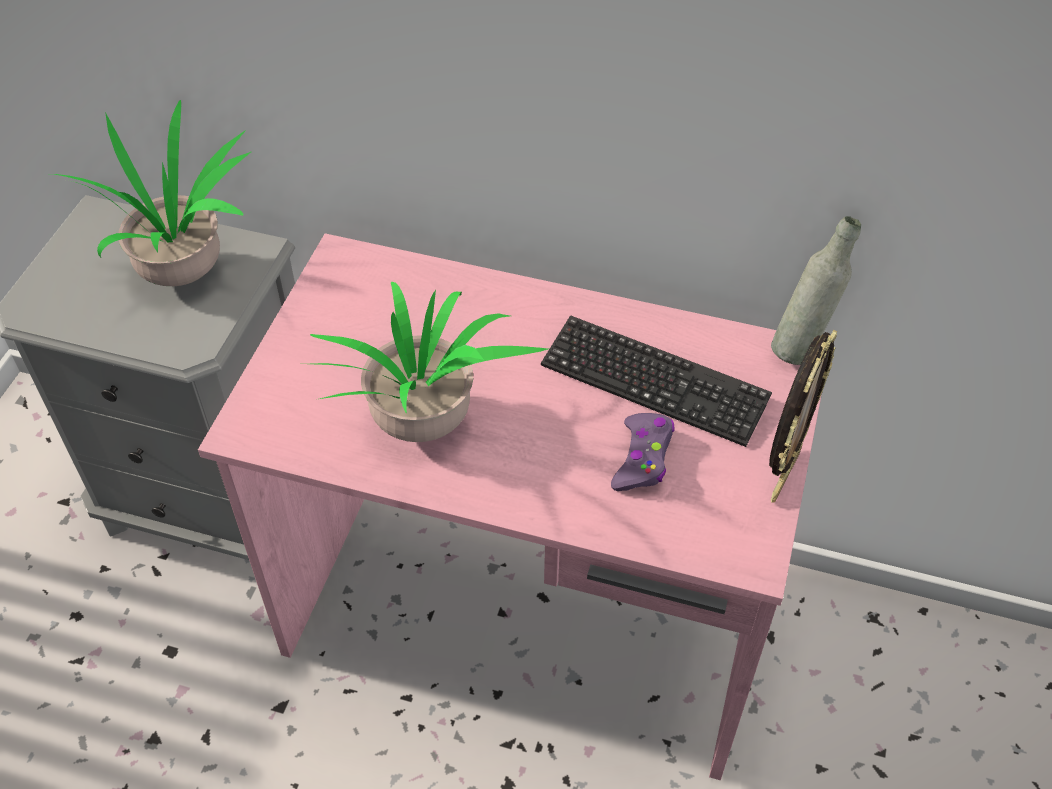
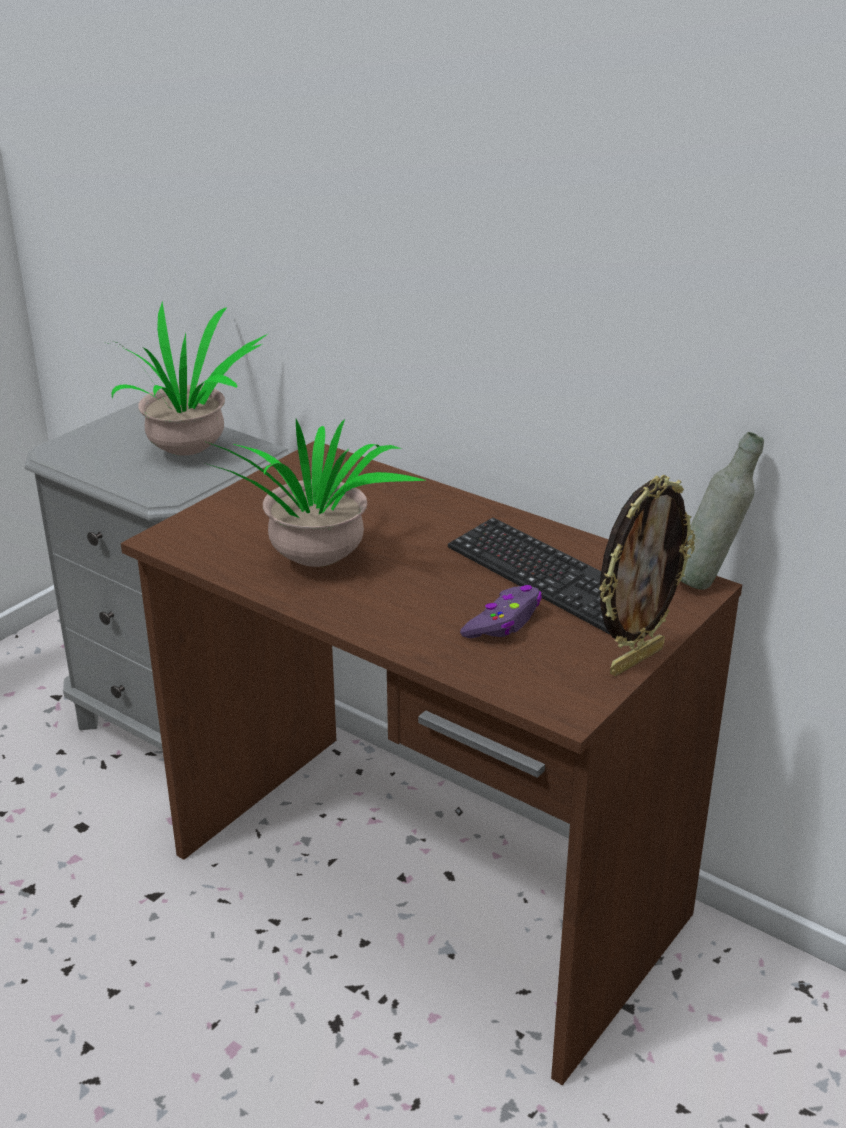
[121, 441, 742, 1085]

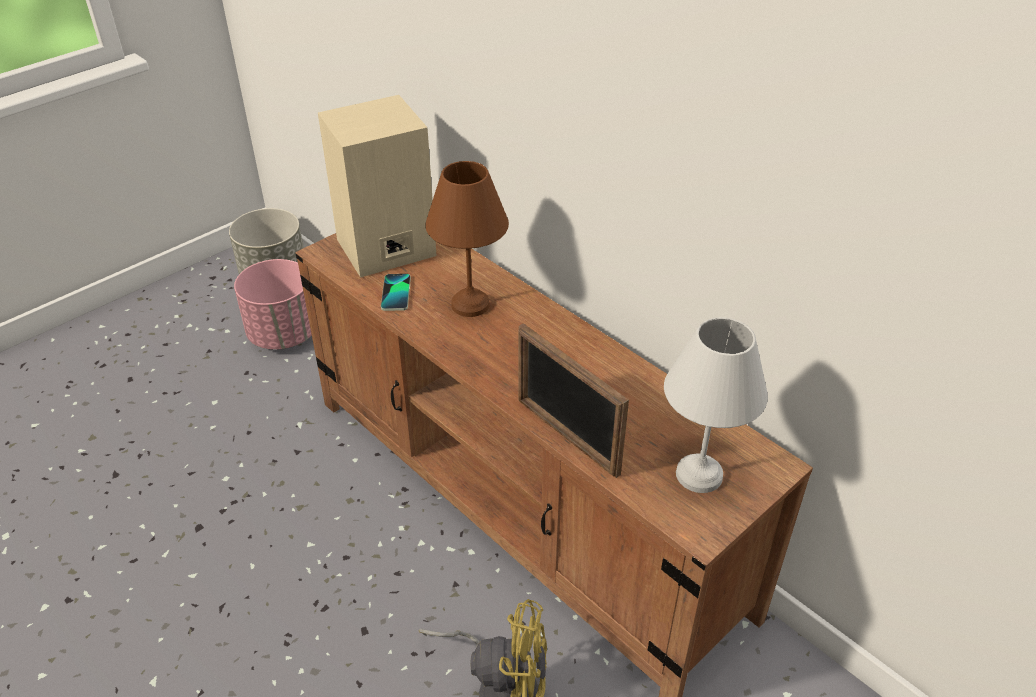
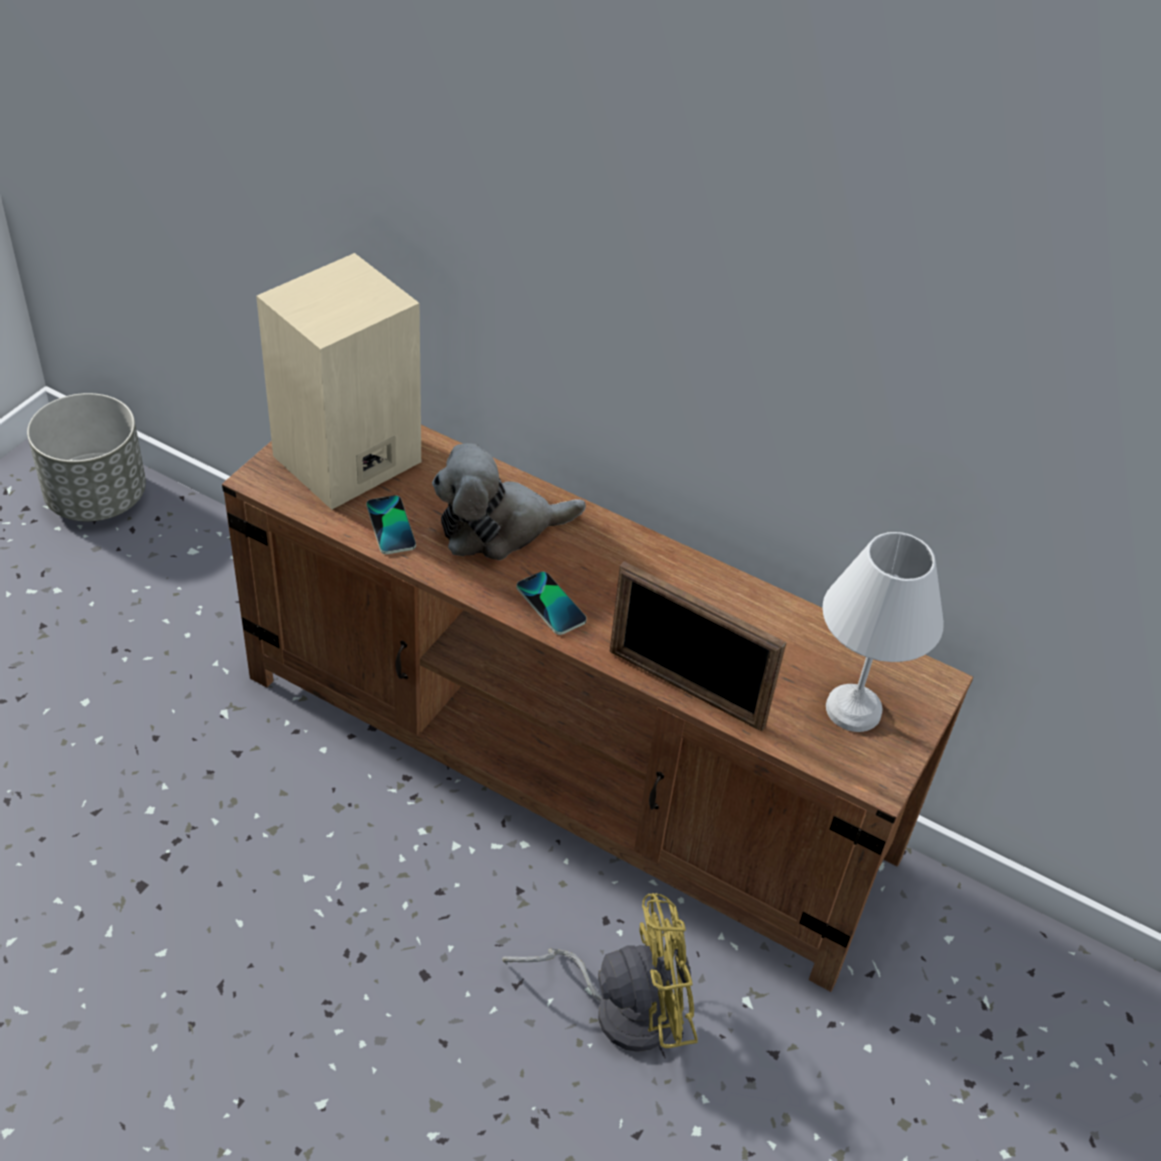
[234, 259, 312, 350] (first image)
[516, 571, 587, 635]
[432, 443, 586, 560]

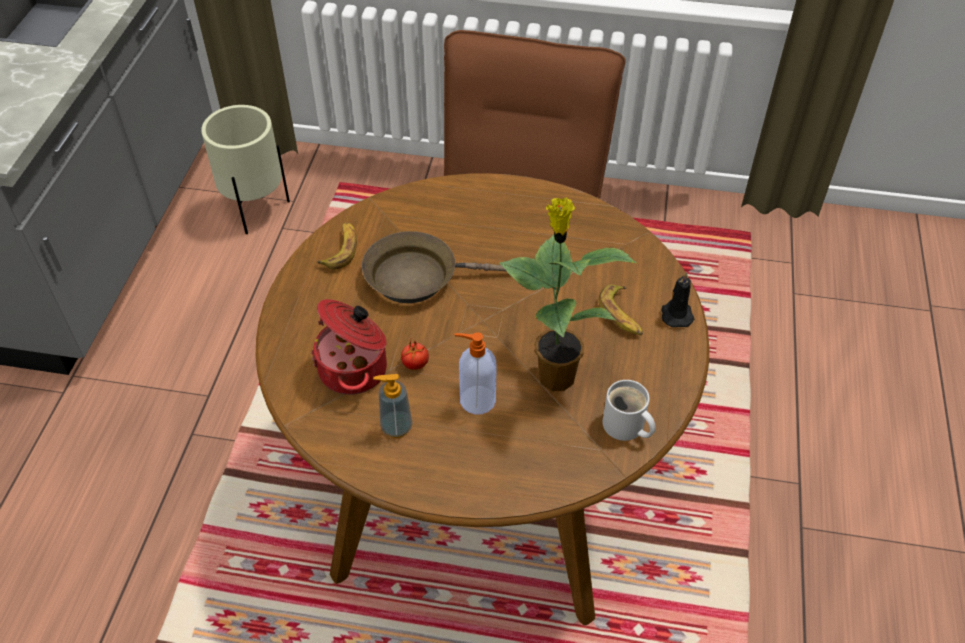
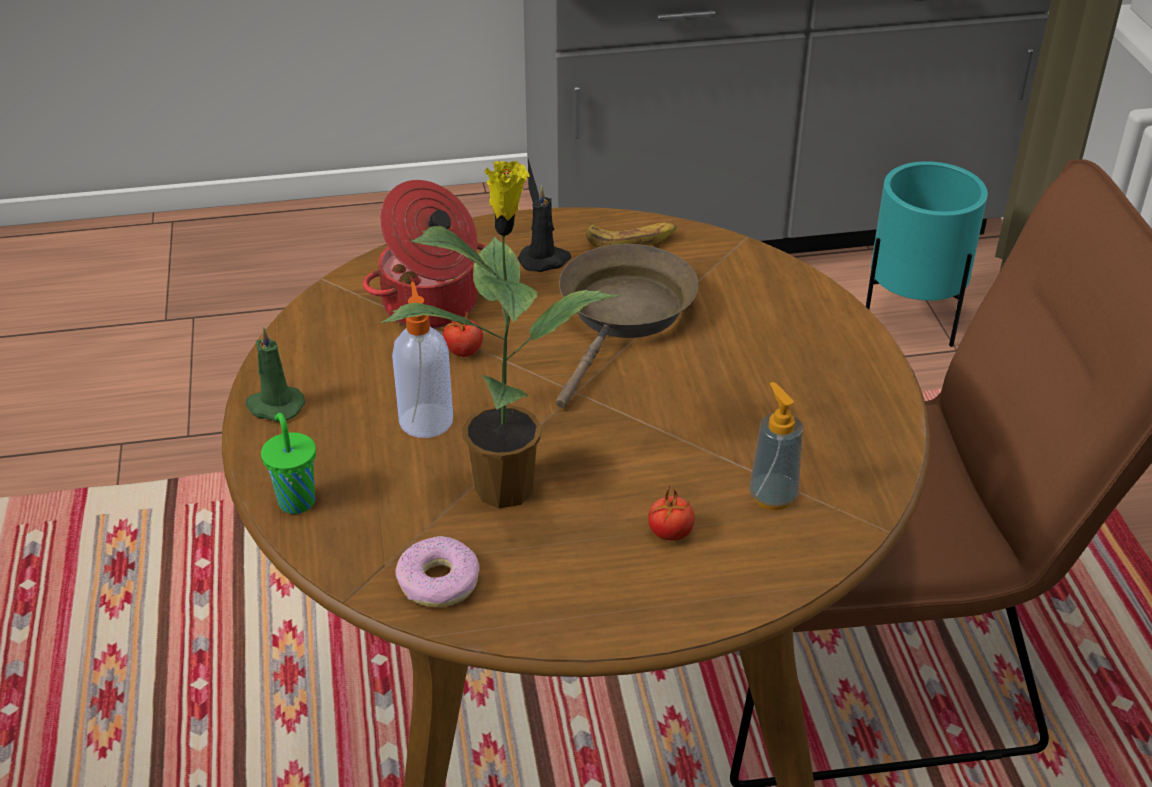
[246, 327, 306, 422]
[261, 413, 316, 514]
[749, 382, 803, 510]
[518, 186, 571, 272]
[648, 484, 695, 541]
[395, 536, 480, 607]
[866, 161, 988, 347]
[556, 244, 699, 408]

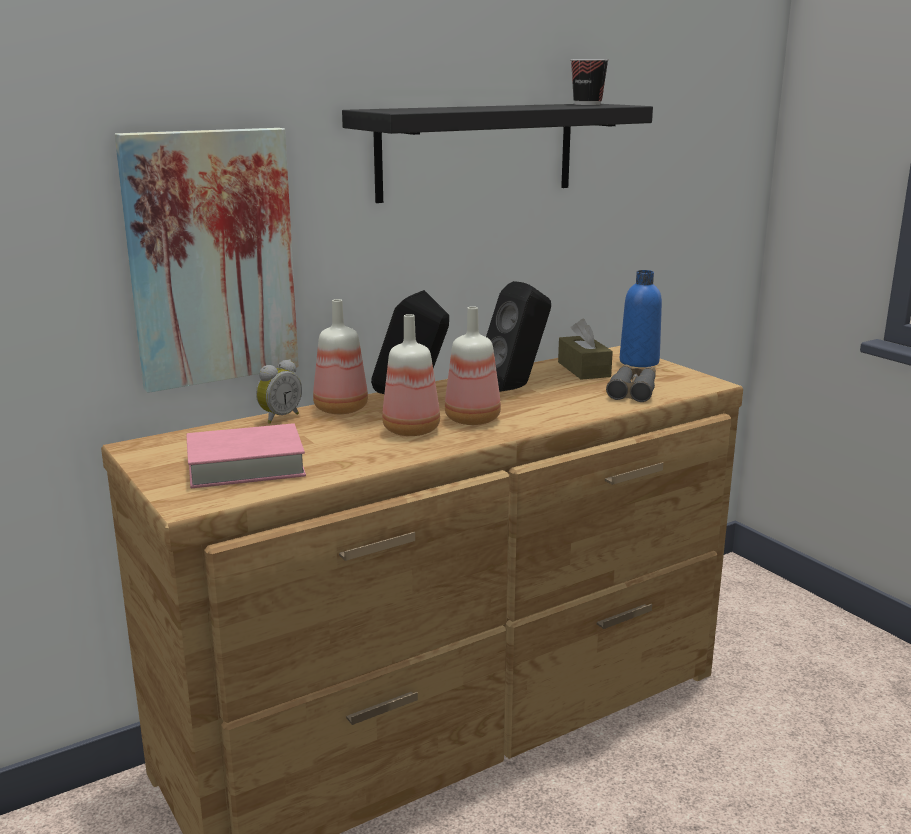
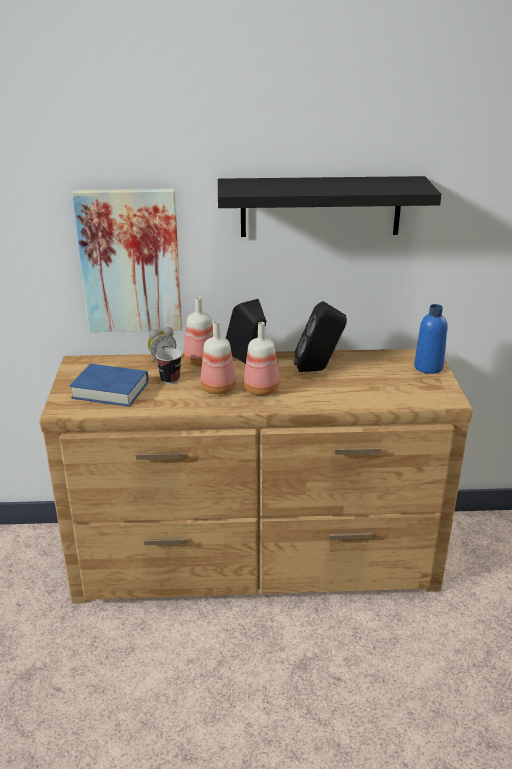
[558, 319, 613, 380] (first image)
[606, 365, 656, 402] (first image)
[155, 348, 182, 384]
[70, 364, 148, 407]

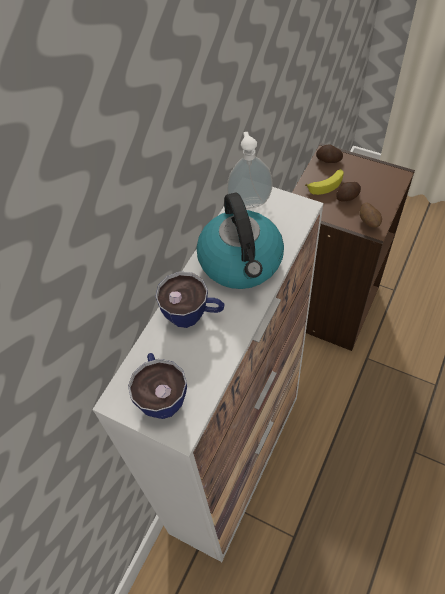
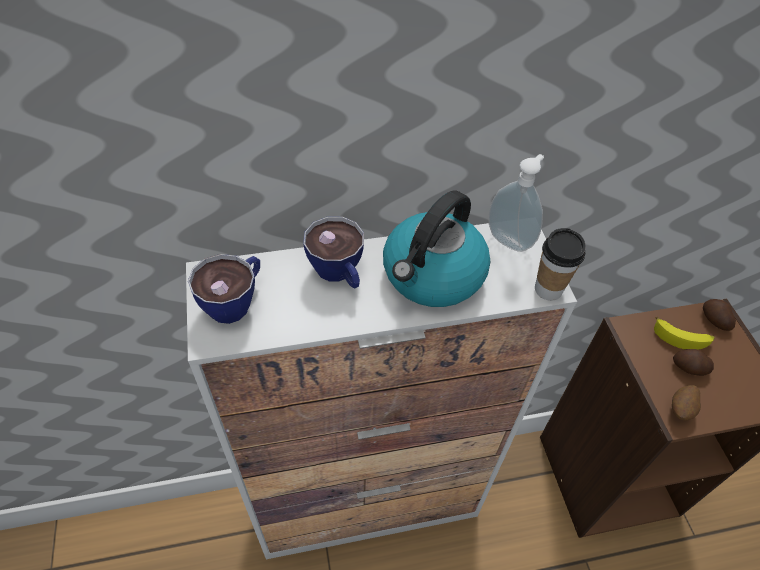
[535, 228, 585, 301]

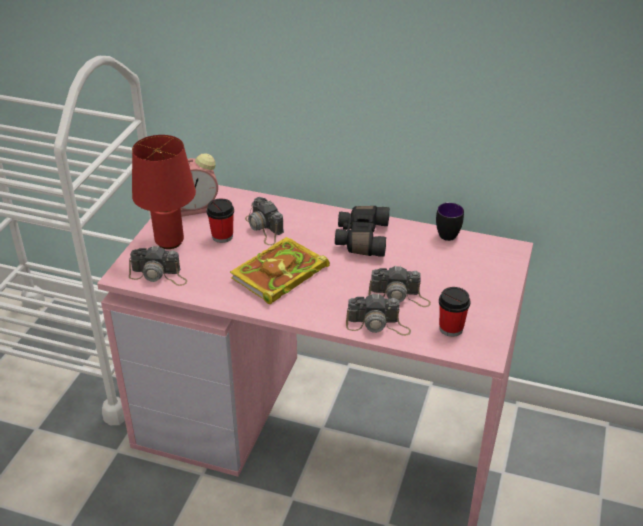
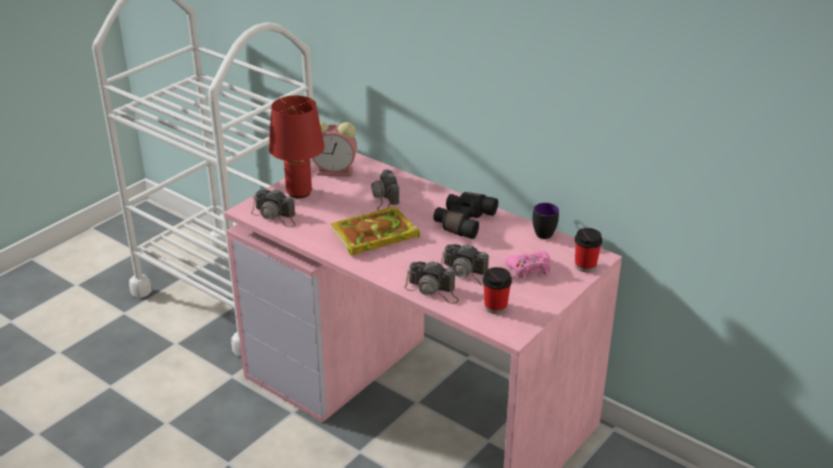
[505, 251, 551, 279]
[575, 228, 603, 272]

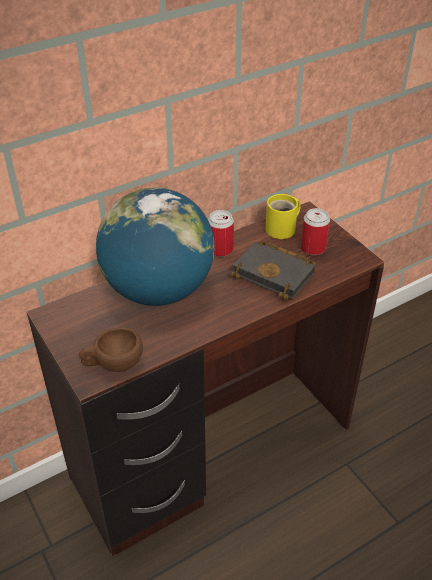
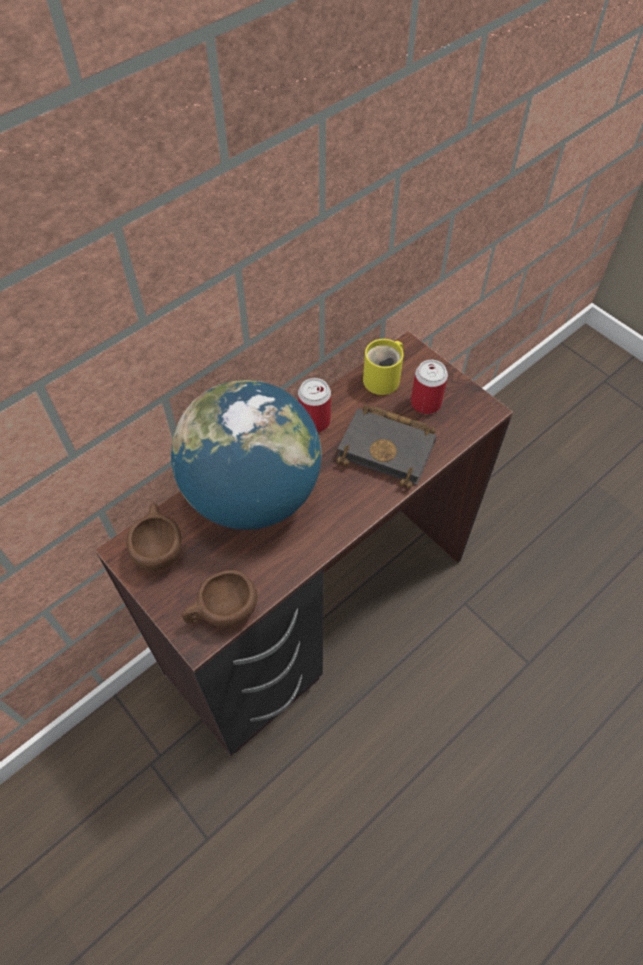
[126, 503, 181, 571]

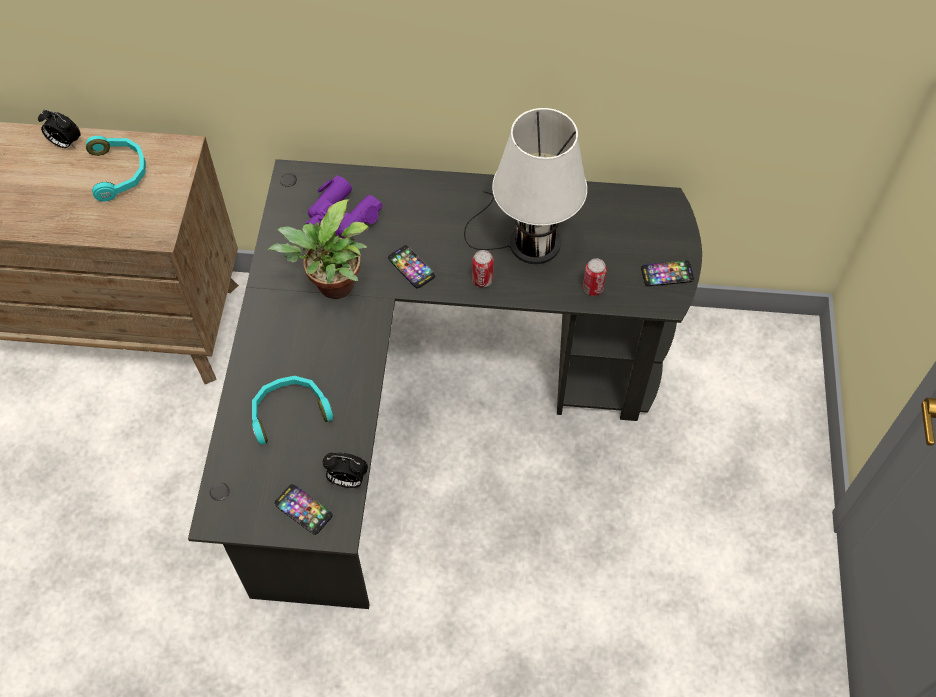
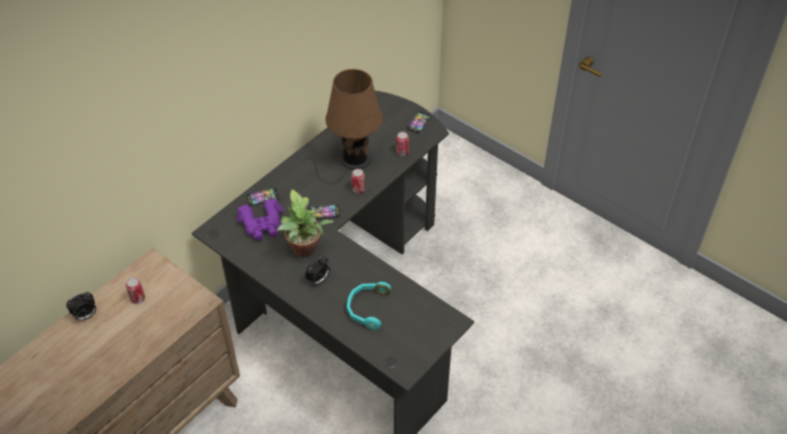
[246, 188, 279, 206]
[305, 257, 330, 286]
[126, 277, 145, 304]
[305, 69, 383, 184]

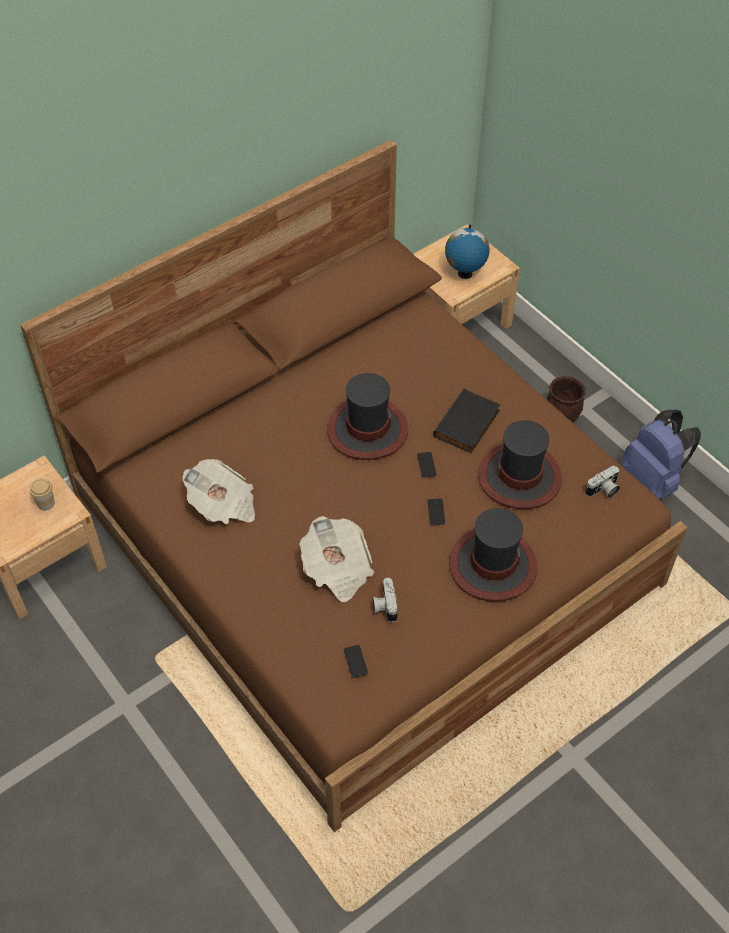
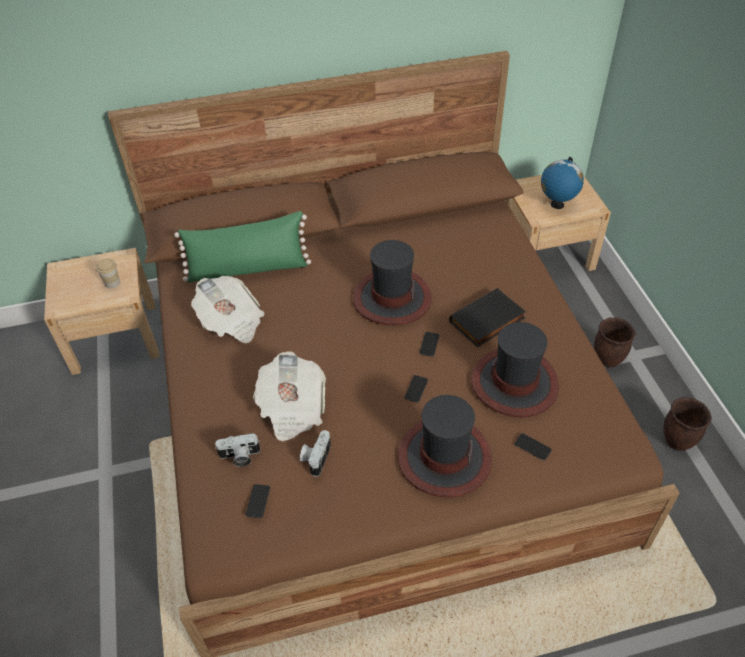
[174, 211, 311, 282]
[515, 433, 552, 460]
[215, 433, 260, 467]
[663, 397, 712, 451]

